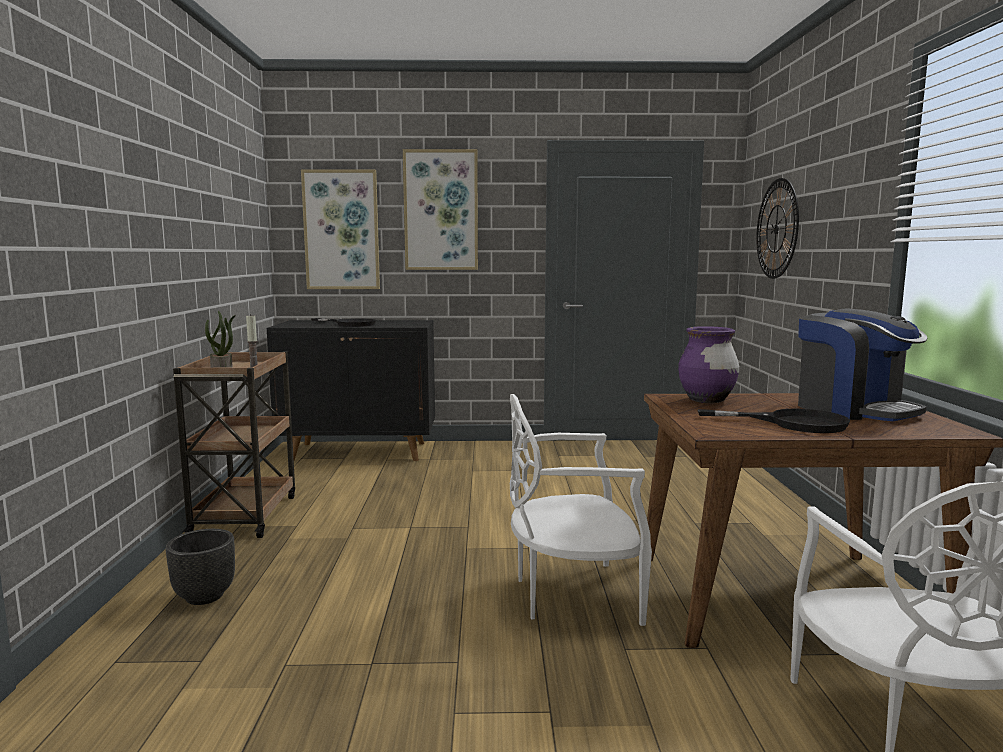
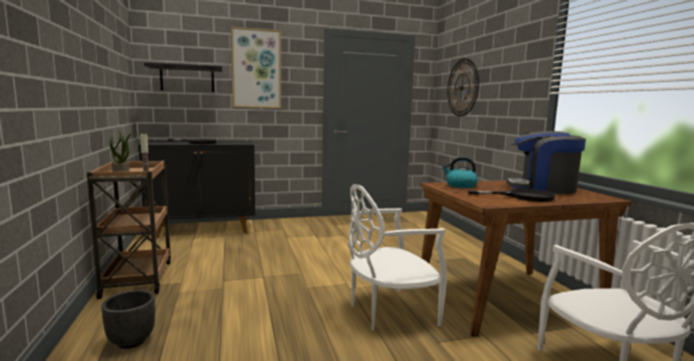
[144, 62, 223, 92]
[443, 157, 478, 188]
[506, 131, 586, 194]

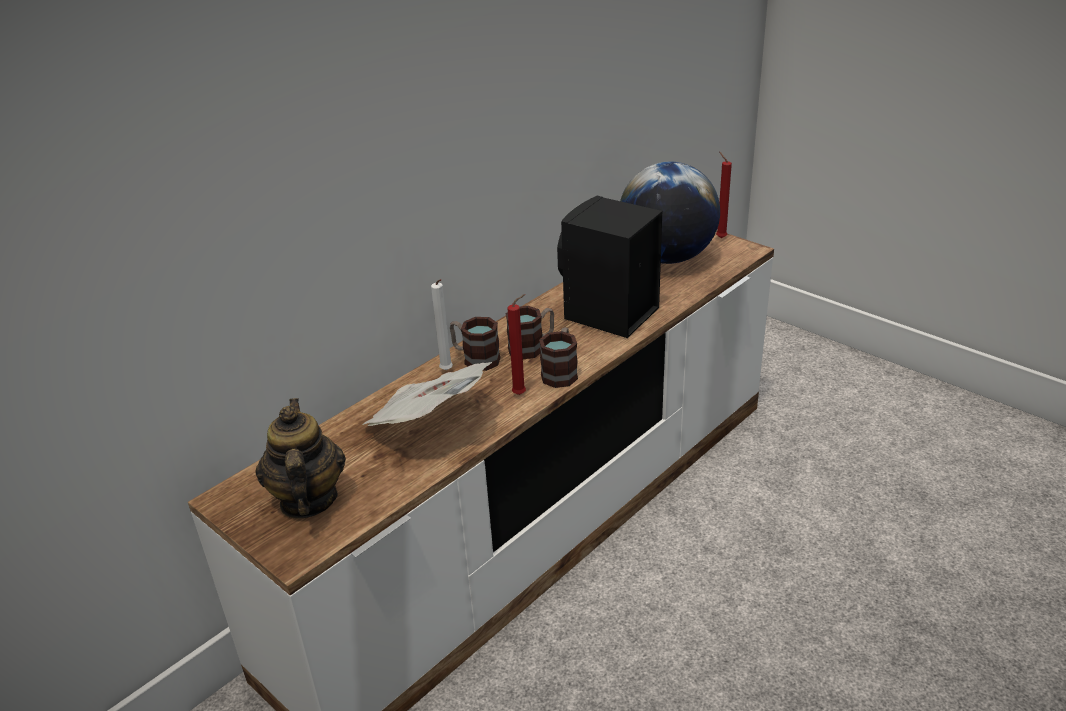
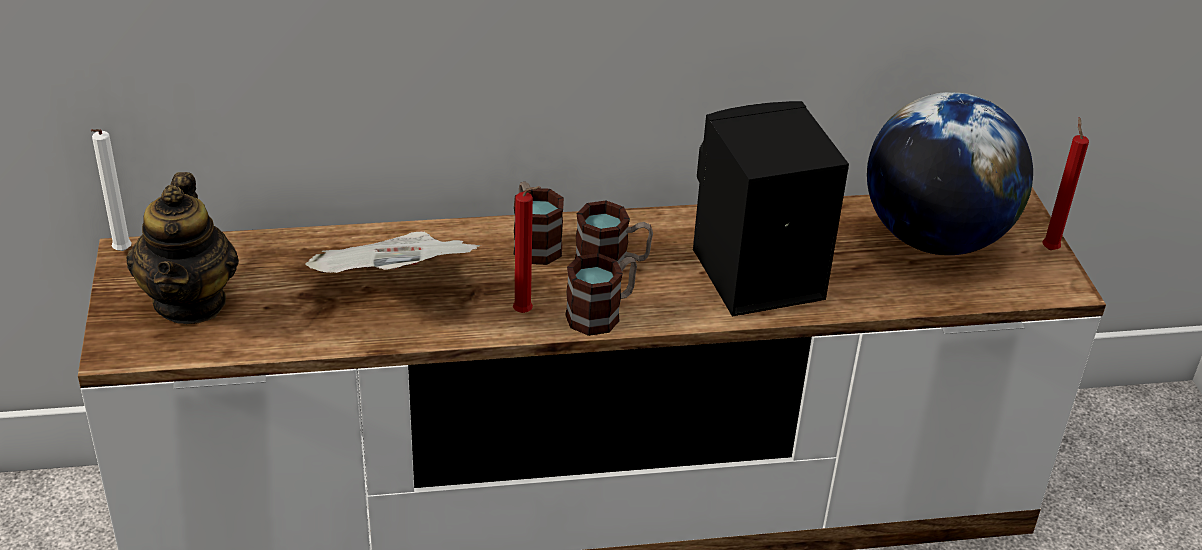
[91, 129, 132, 251]
[126, 172, 239, 324]

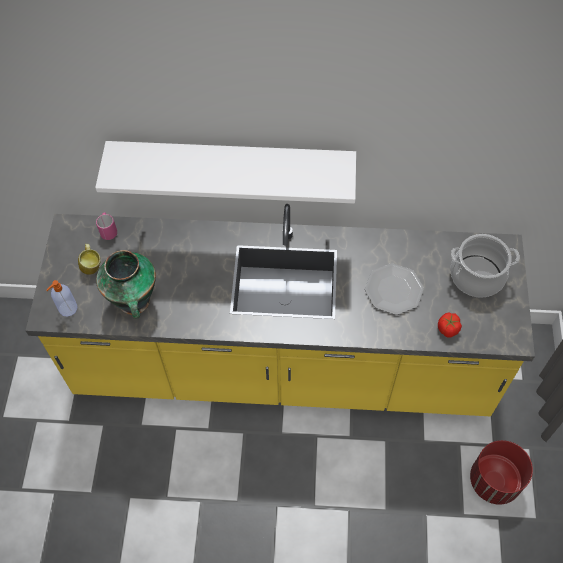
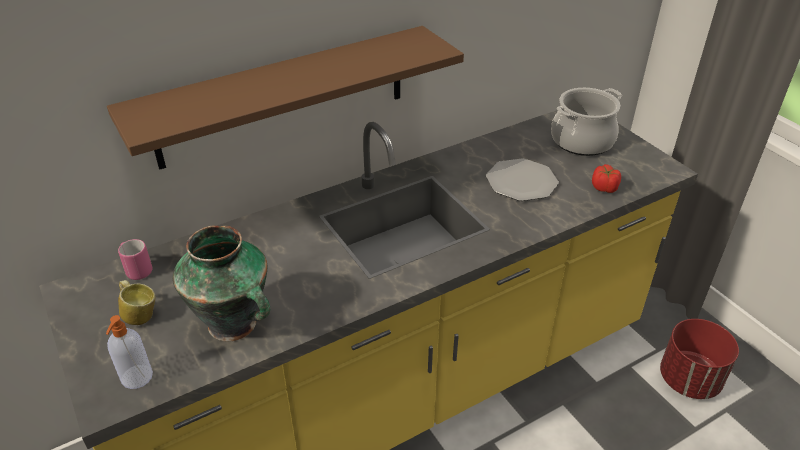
[107, 26, 464, 170]

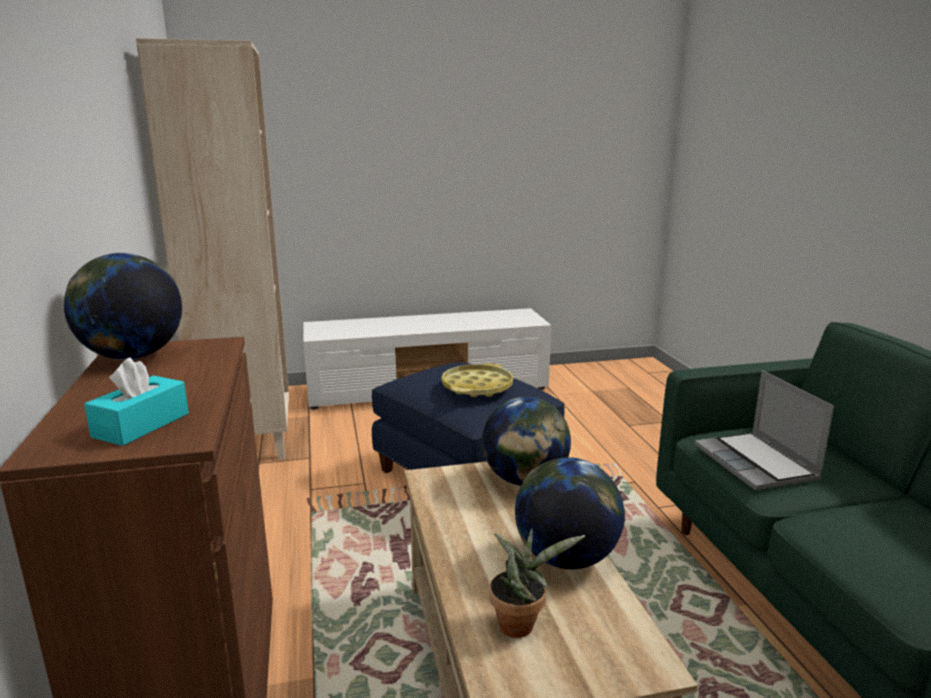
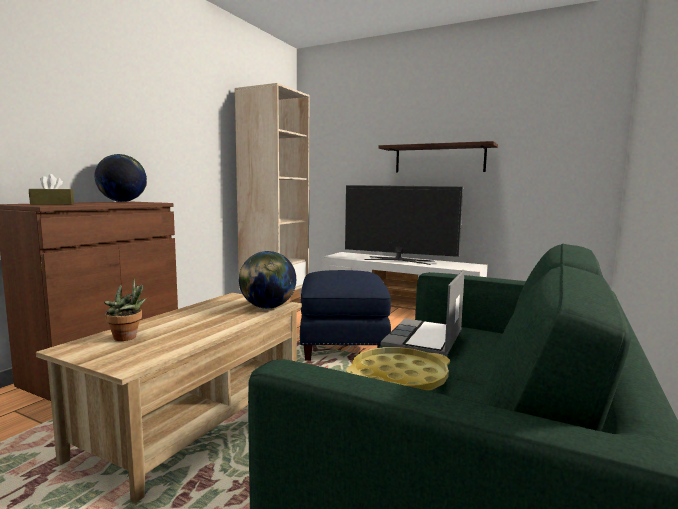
[515, 457, 625, 569] (first image)
[345, 185, 463, 265]
[379, 141, 498, 172]
[346, 347, 450, 391]
[29, 174, 74, 205]

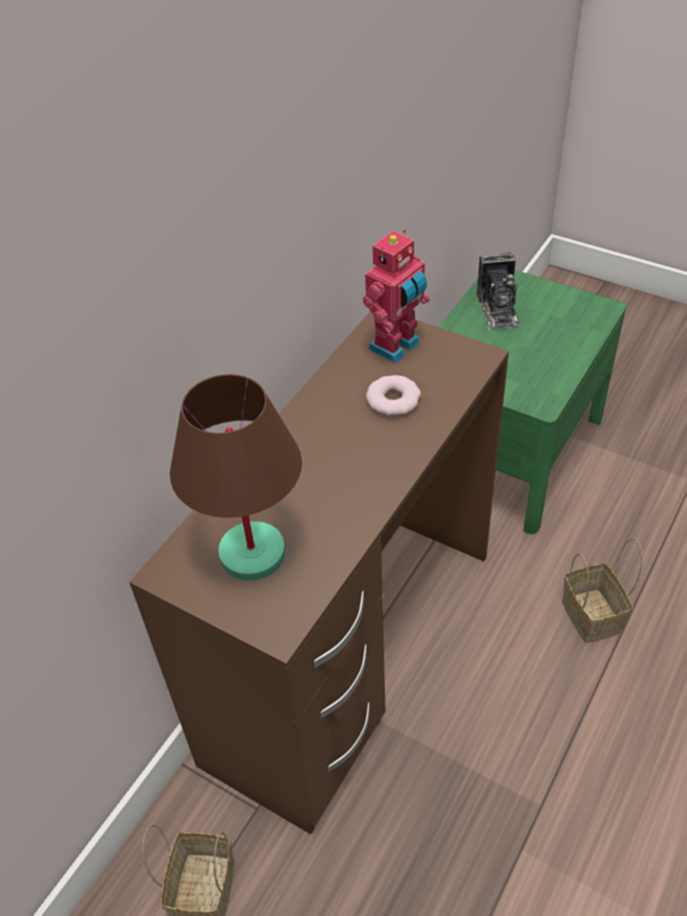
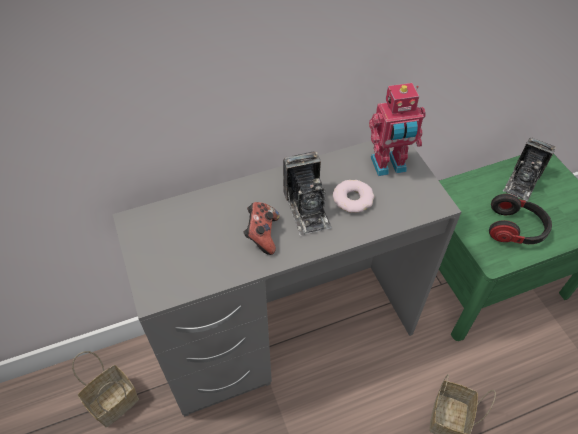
[170, 374, 302, 581] (first image)
[243, 202, 279, 255]
[283, 151, 332, 236]
[489, 194, 552, 244]
[113, 141, 461, 417]

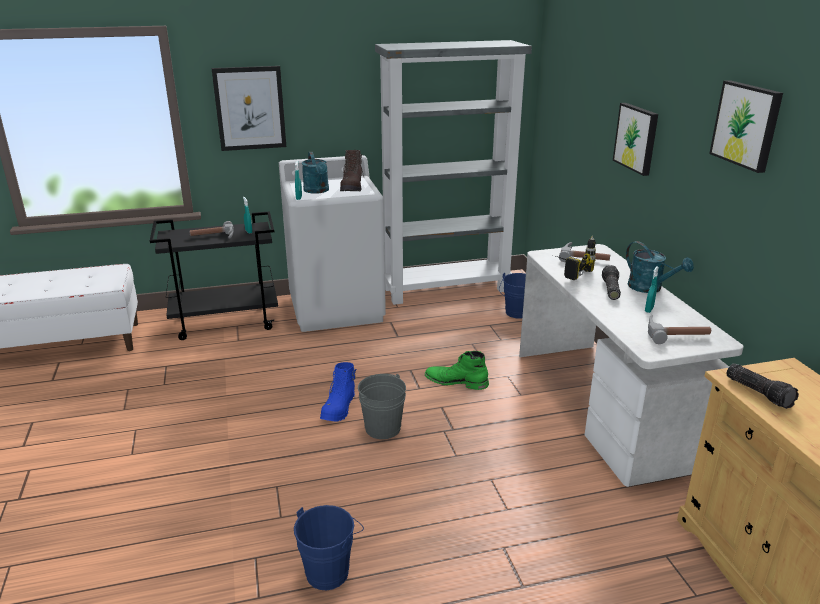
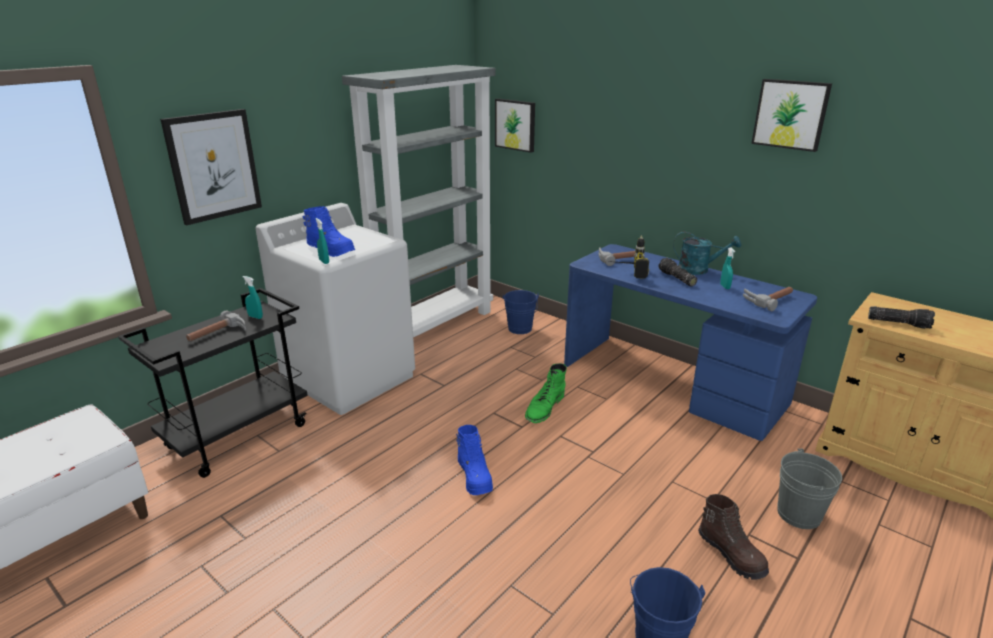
[698, 494, 769, 580]
[777, 448, 842, 529]
[495, 99, 535, 153]
[303, 206, 355, 257]
[564, 244, 817, 441]
[525, 363, 567, 423]

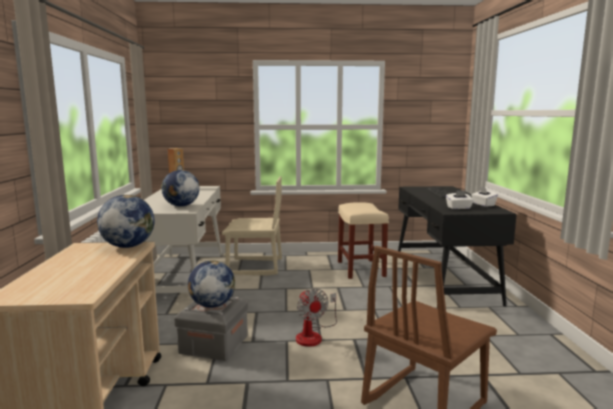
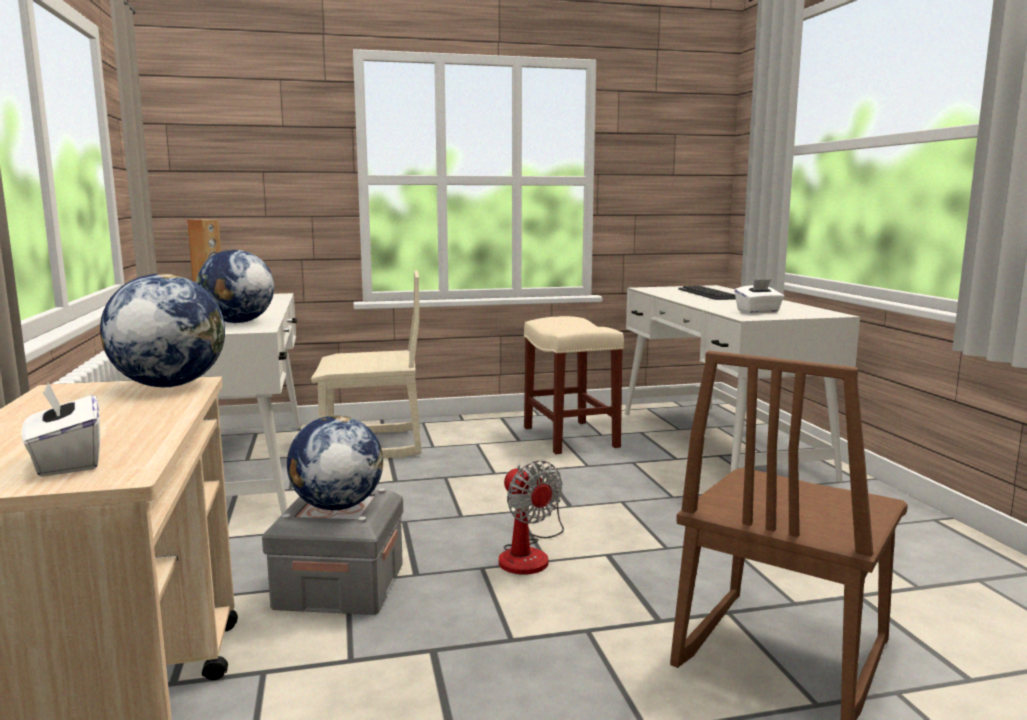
[22, 382, 100, 477]
[625, 285, 860, 482]

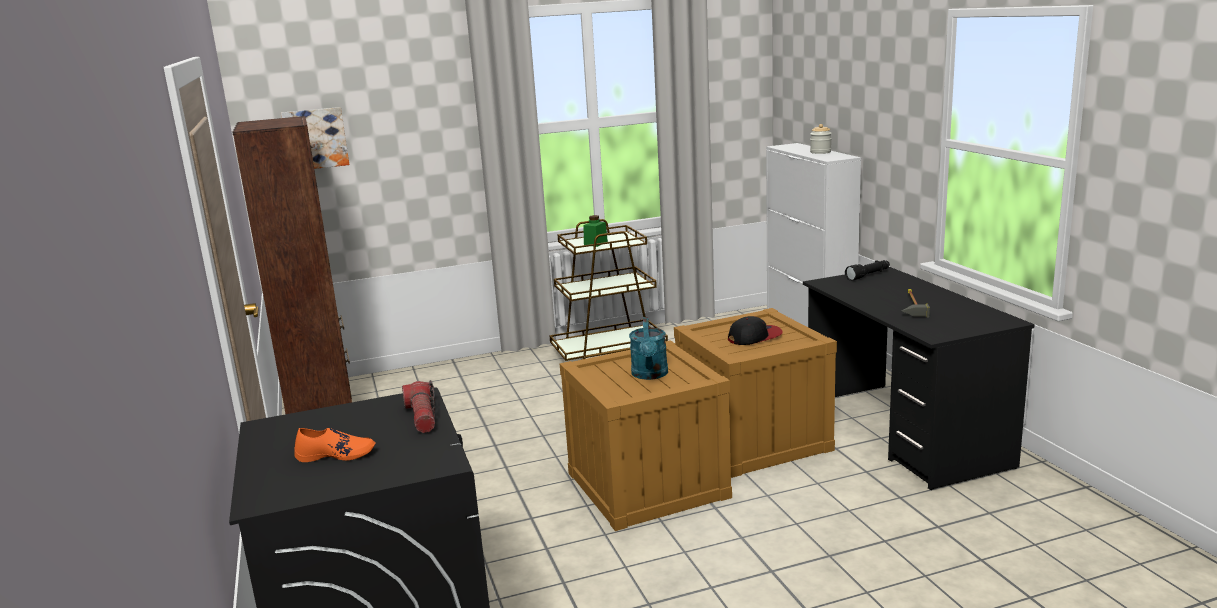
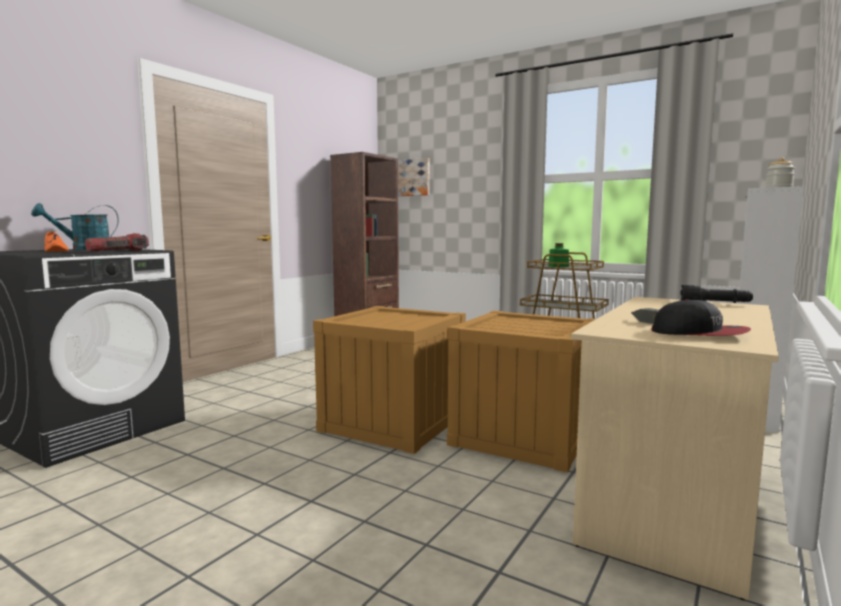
[31, 203, 119, 250]
[652, 299, 751, 336]
[571, 297, 779, 600]

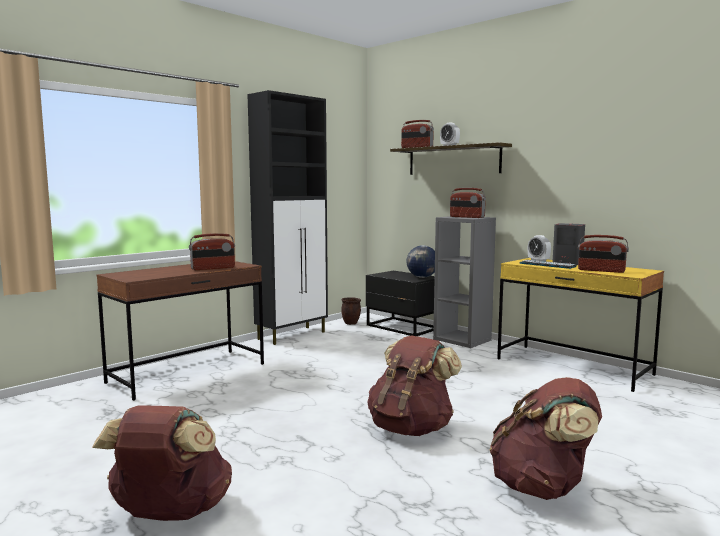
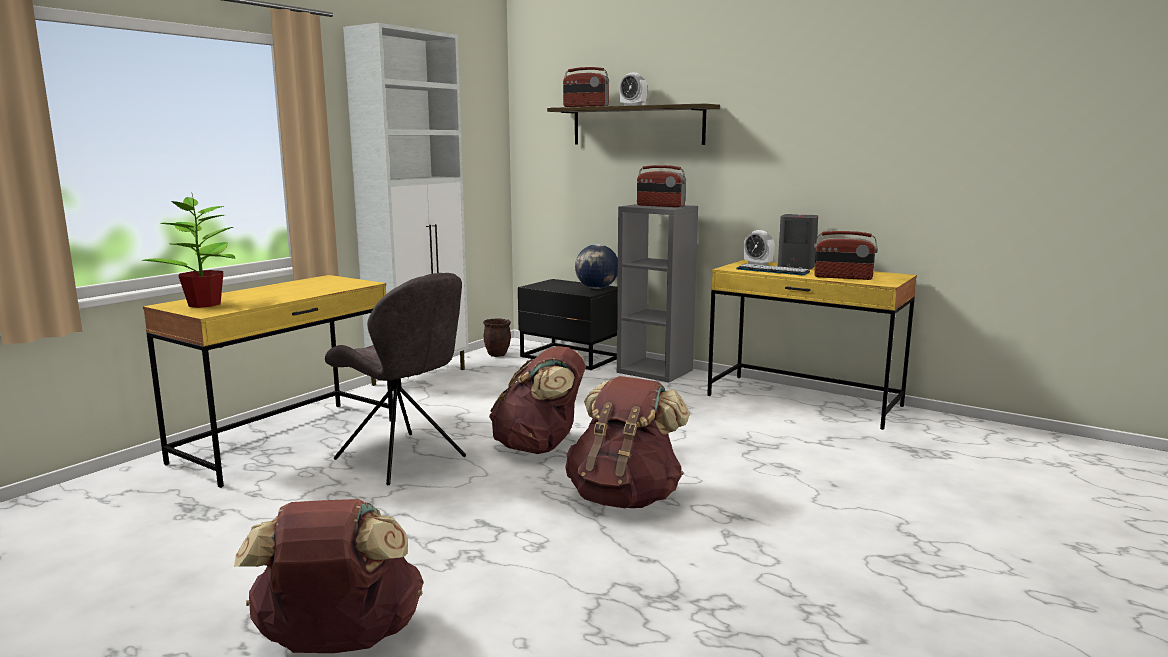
[189, 233, 235, 270] (first image)
[142, 192, 235, 308]
[325, 273, 466, 485]
[489, 346, 586, 454]
[143, 275, 393, 488]
[343, 23, 469, 386]

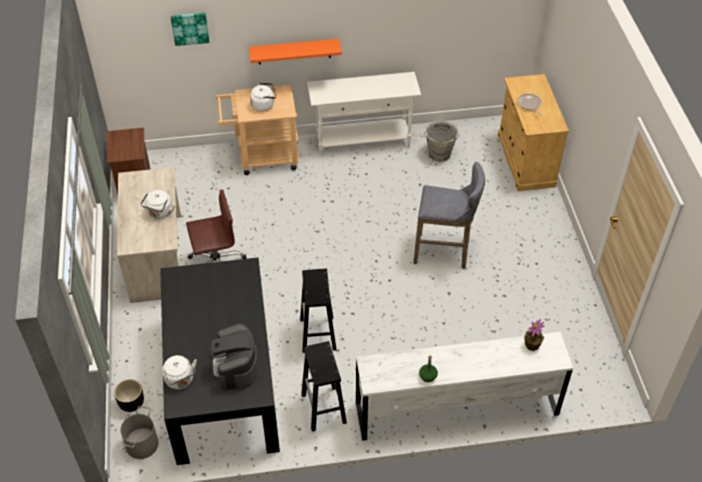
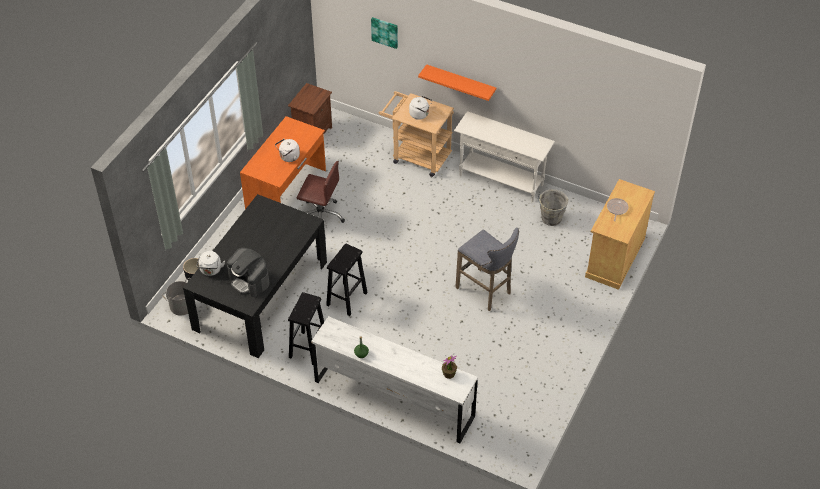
[240, 116, 326, 209]
[227, 248, 269, 297]

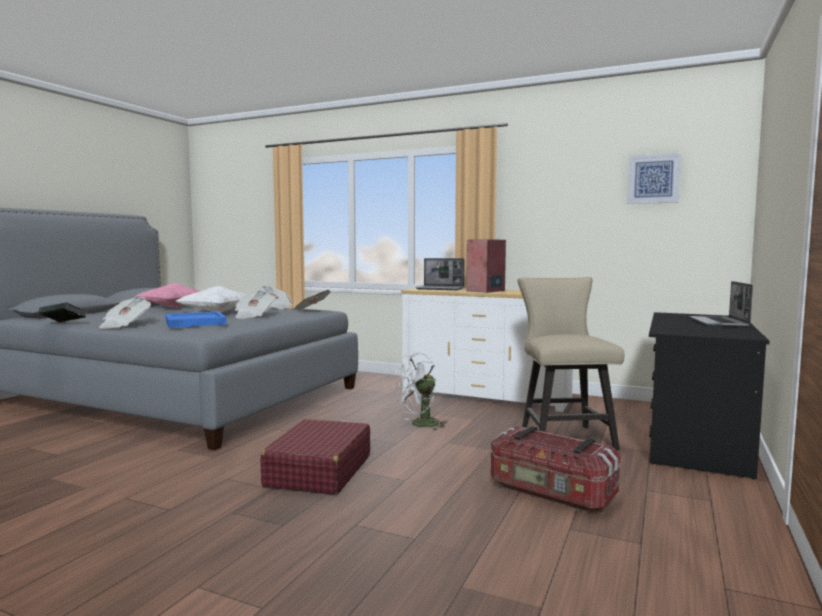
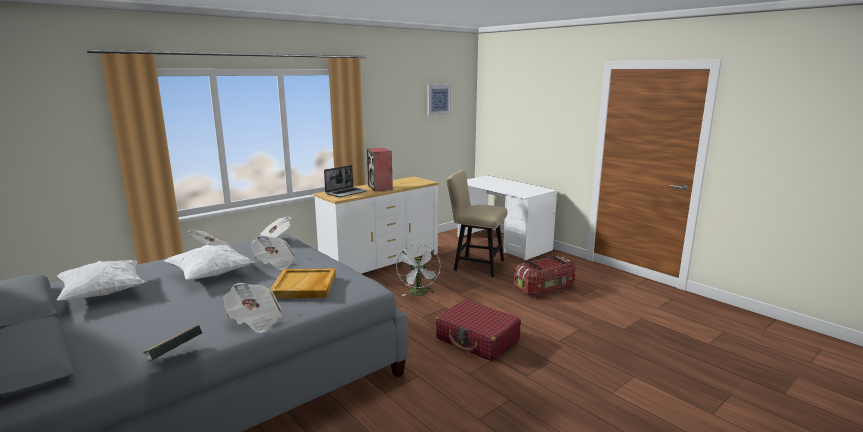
[690, 281, 753, 327] (first image)
[57, 260, 144, 301]
[270, 269, 336, 298]
[458, 175, 558, 261]

